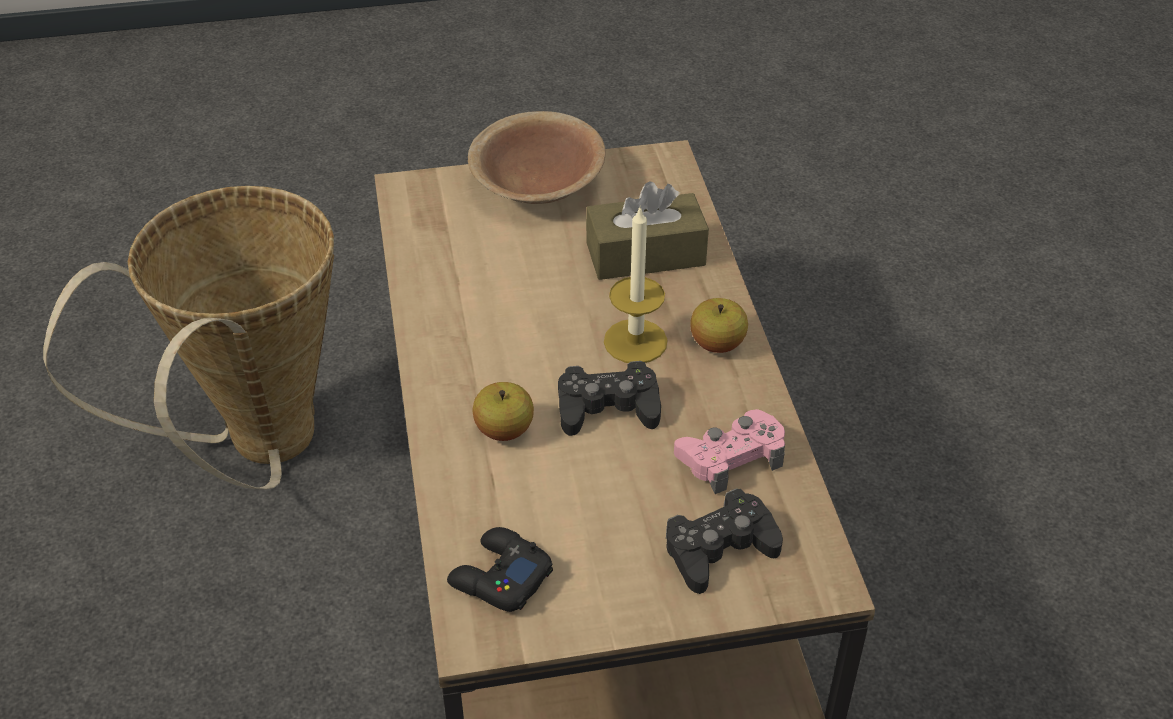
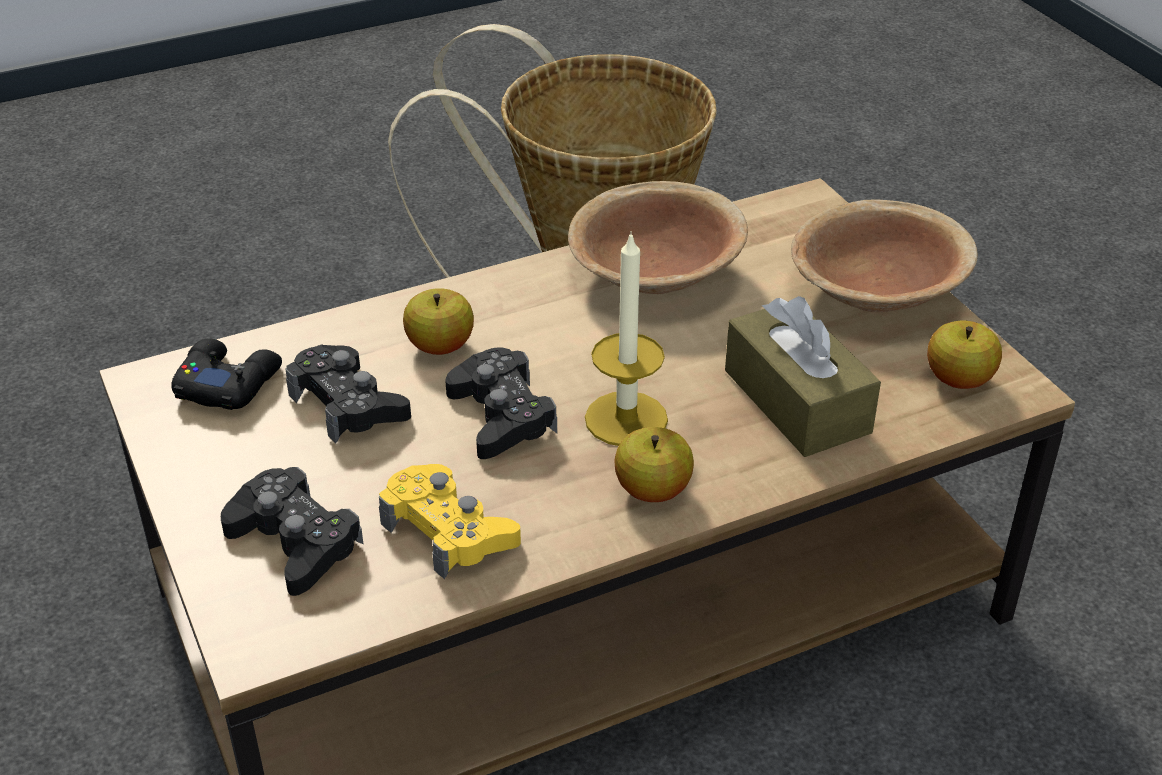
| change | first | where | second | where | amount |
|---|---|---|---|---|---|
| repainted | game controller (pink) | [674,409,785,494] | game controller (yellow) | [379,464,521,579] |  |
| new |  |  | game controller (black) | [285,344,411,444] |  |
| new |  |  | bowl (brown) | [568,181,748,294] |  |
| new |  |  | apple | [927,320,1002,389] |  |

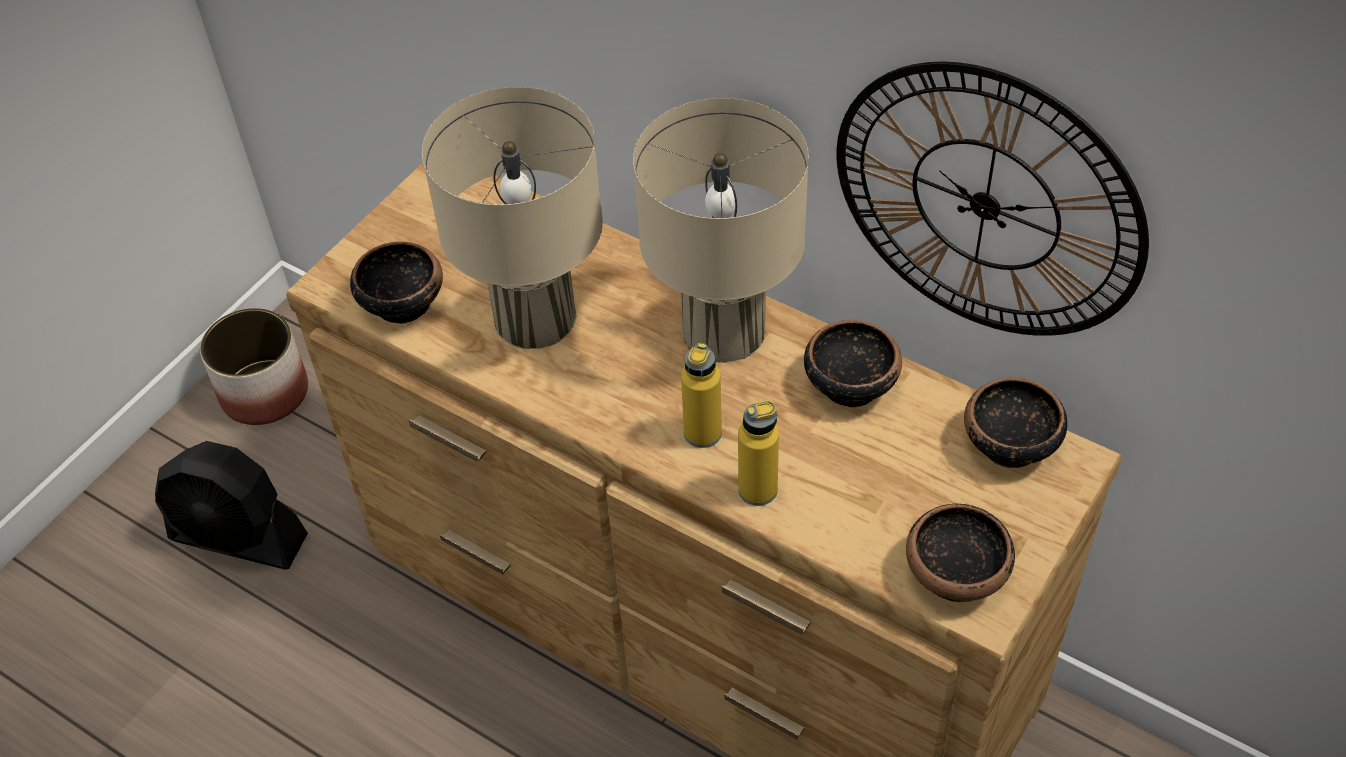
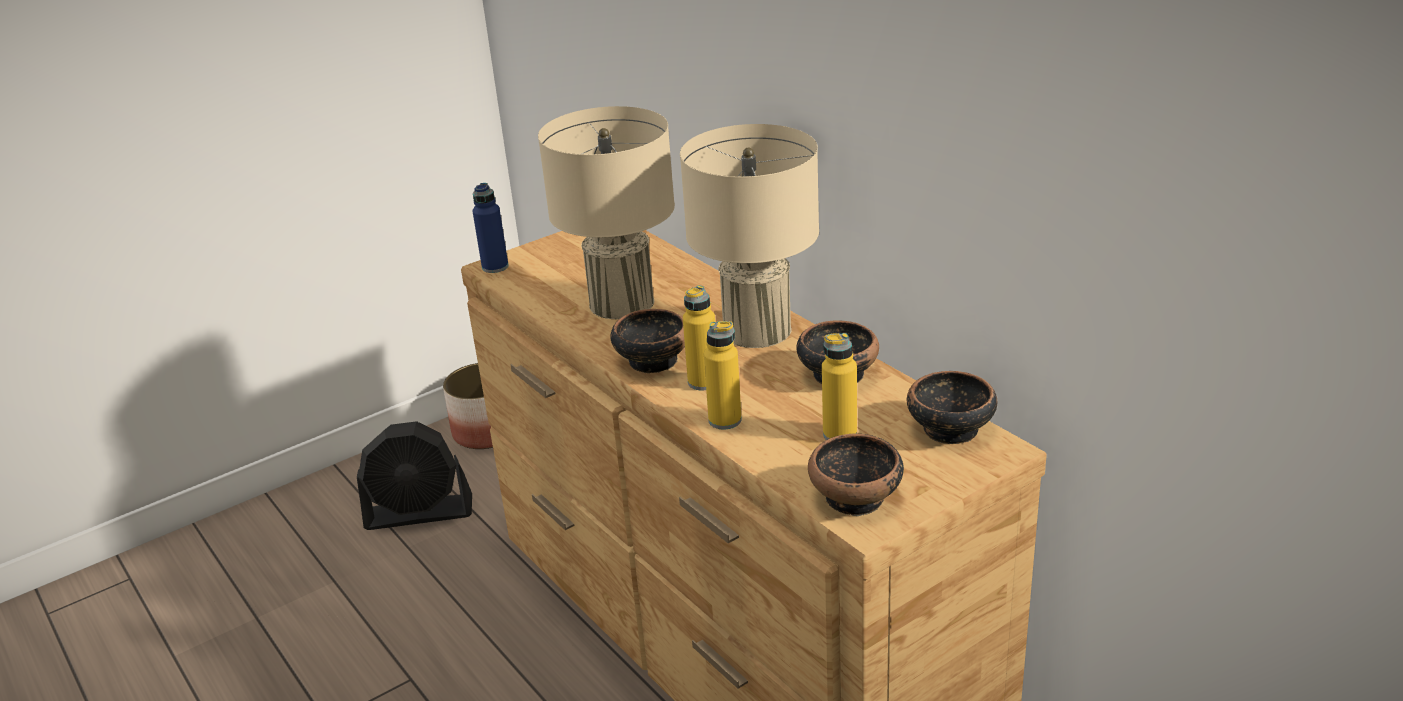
| change | first | where | second | where | amount |
|---|---|---|---|---|---|
| rotated | fan (black) | [155,441,308,570] |  | [357,421,472,530] | 45 degrees counterclockwise |
| shifted | bowl | [350,242,443,324] |  | [611,309,685,373] |  |
| gone | wall clock | [837,61,1149,336] |  |  |  |
| new |  |  | bottle (blue) | [472,183,508,273] |  |
| new |  |  | bottle (yellow) | [822,333,857,440] |  |

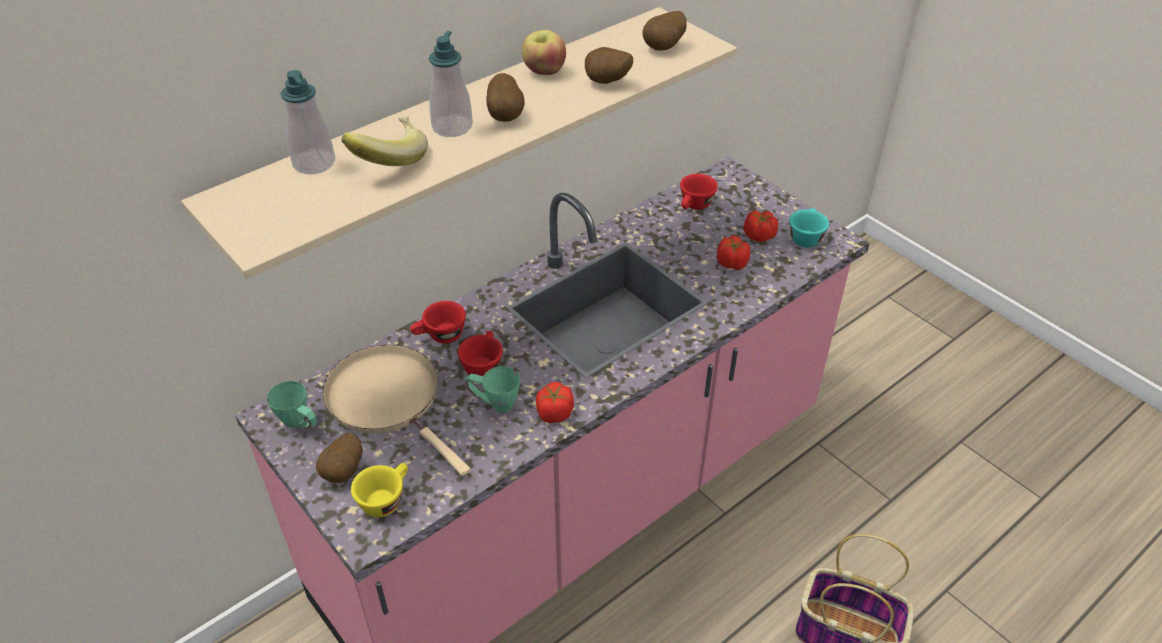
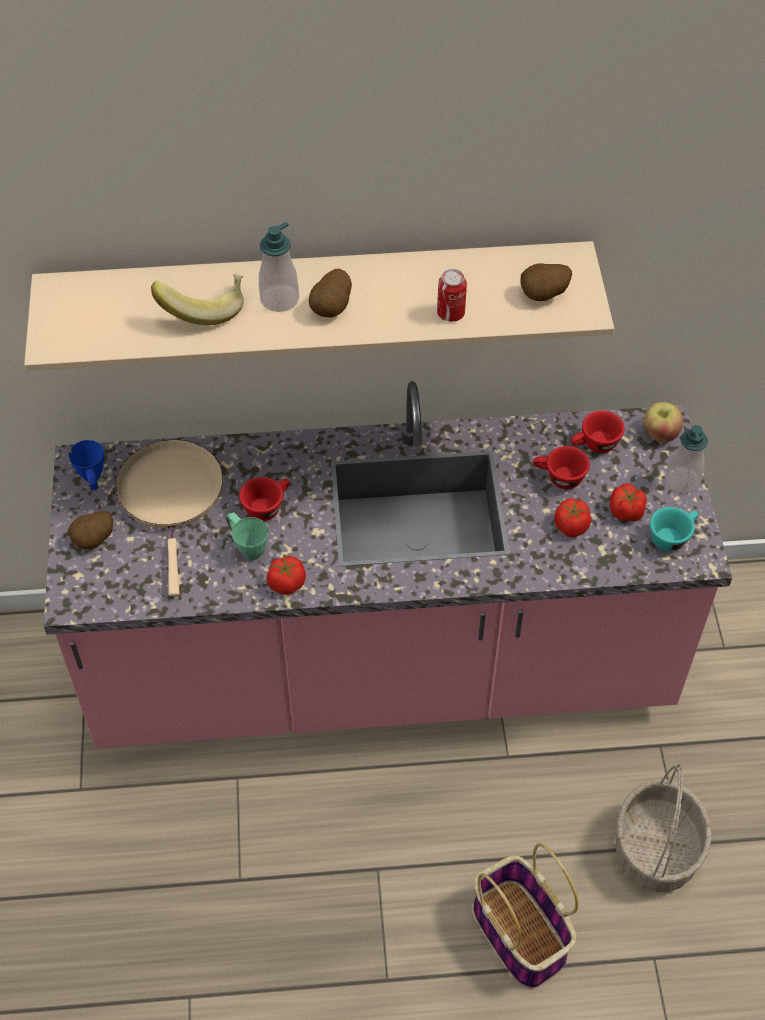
| change | first | where | second | where | amount |
|---|---|---|---|---|---|
| repainted | mug (green) | [267,381,317,429] | mug (blue) | [68,440,104,490] |  |
| shifted | soap dispenser | [281,70,335,174] |  | [666,425,708,493] |  |
| gone | cup (yellow) | [351,463,408,517] |  |  |  |
| shifted | cup (red) | [410,301,466,344] |  | [533,446,590,489] |  |
| shifted | apple | [522,30,566,75] |  | [643,402,683,443] |  |
| swapped | potato | [585,47,633,84] | can | [437,269,467,322] |  |
| new |  |  | basket | [616,764,712,892] |  |

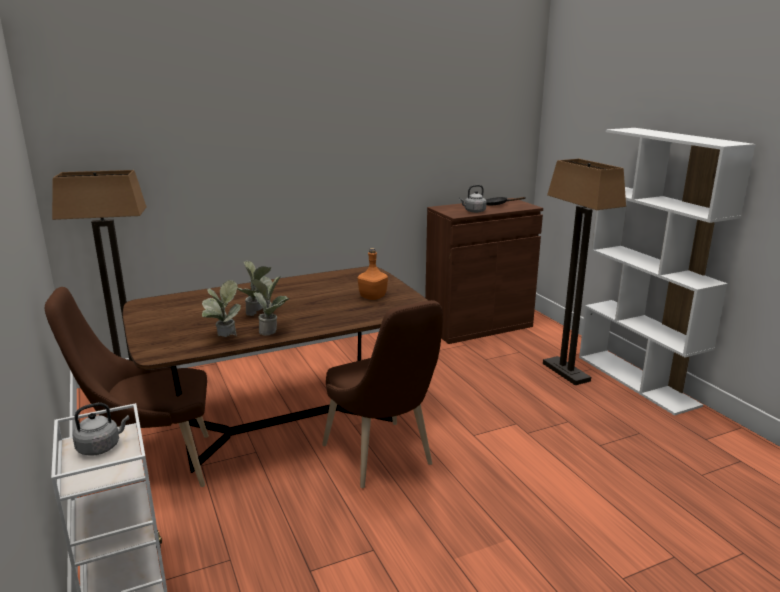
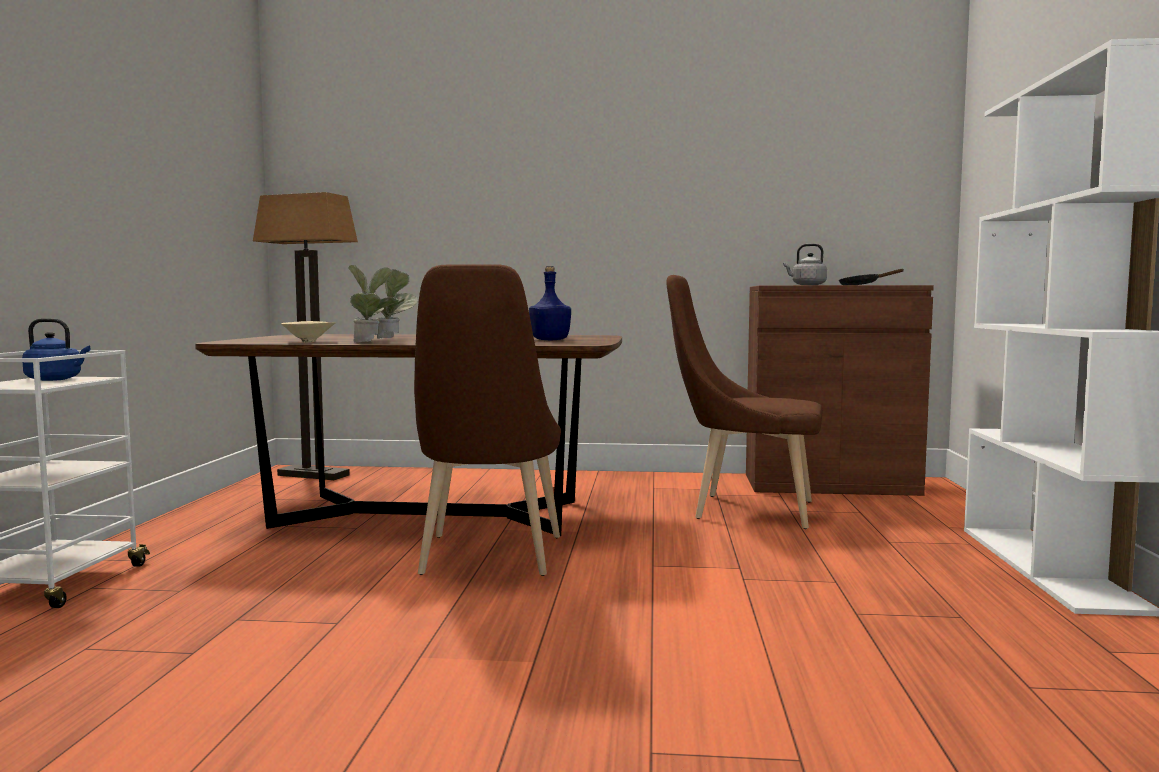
| change | first | where | second | where | amount |
|---|---|---|---|---|---|
| shifted | chair (brown) | [45,287,209,489] |  | [666,275,822,529] |  |
| repainted | kettle (grey) | [73,402,129,456] | kettle (blue) | [22,318,90,381] |  |
| swapped | potted plant | [202,280,241,337] | bowl (beige) | [281,321,336,342] |  |
| repainted | bottle (orange) | [358,248,388,300] | bottle (blue) | [529,266,571,340] |  |
| gone | floor lamp | [543,159,626,385] |  |  |  |

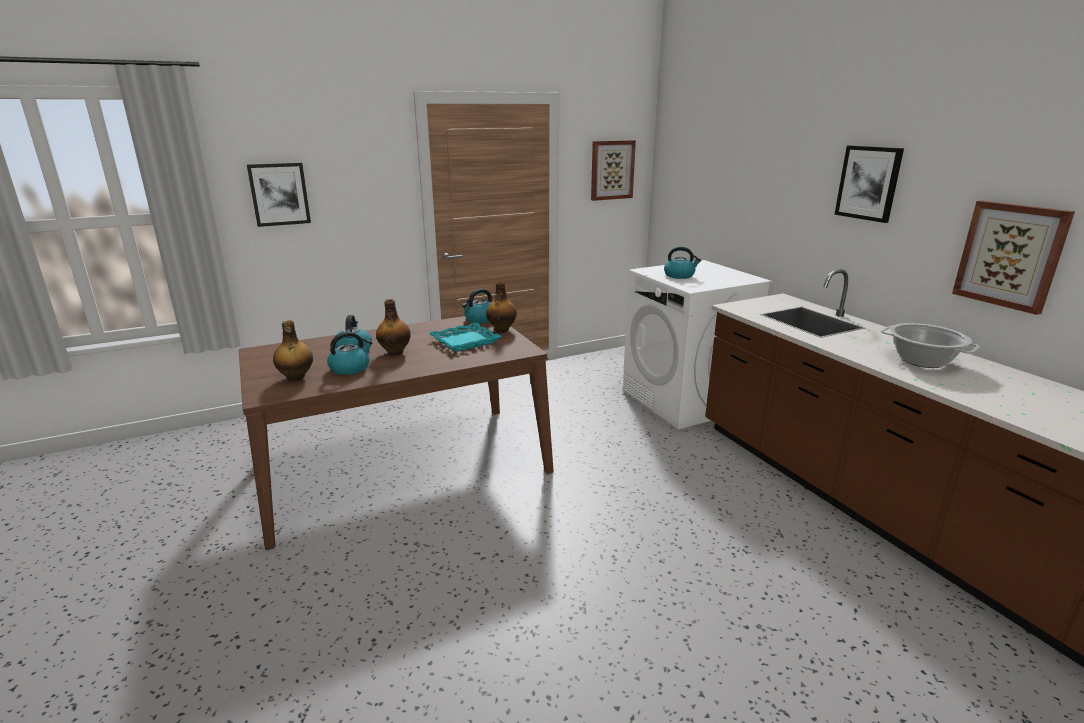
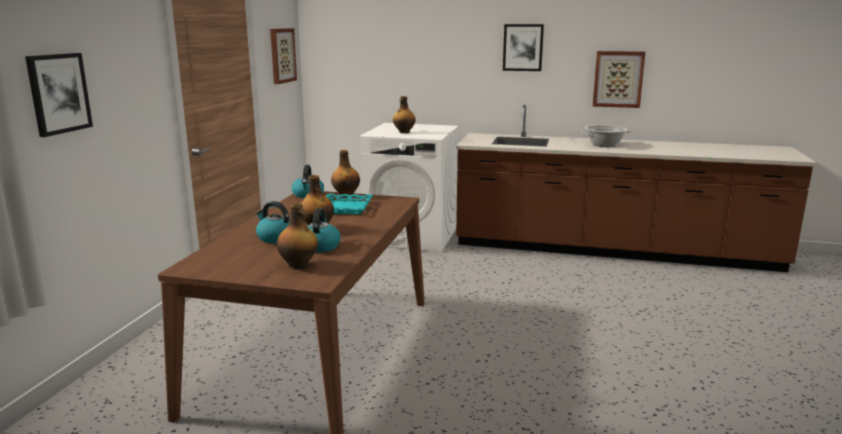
| change | first | where | second | where | amount |
|---|---|---|---|---|---|
| swapped | kettle | [664,247,701,279] | bottle | [393,96,416,133] |  |

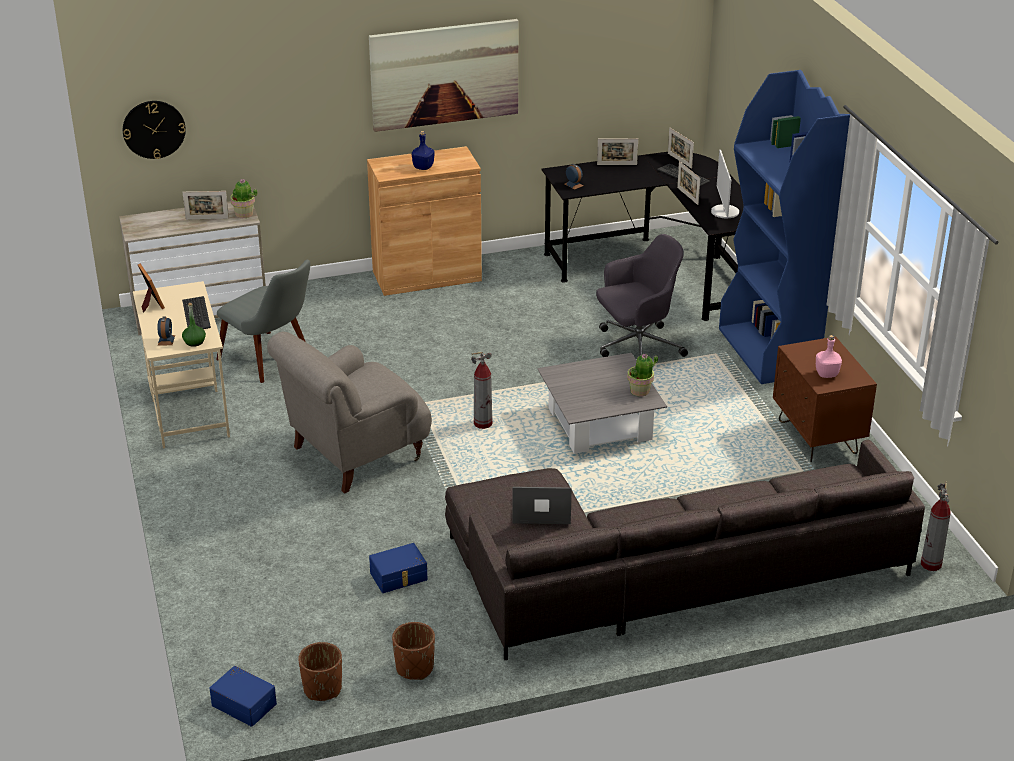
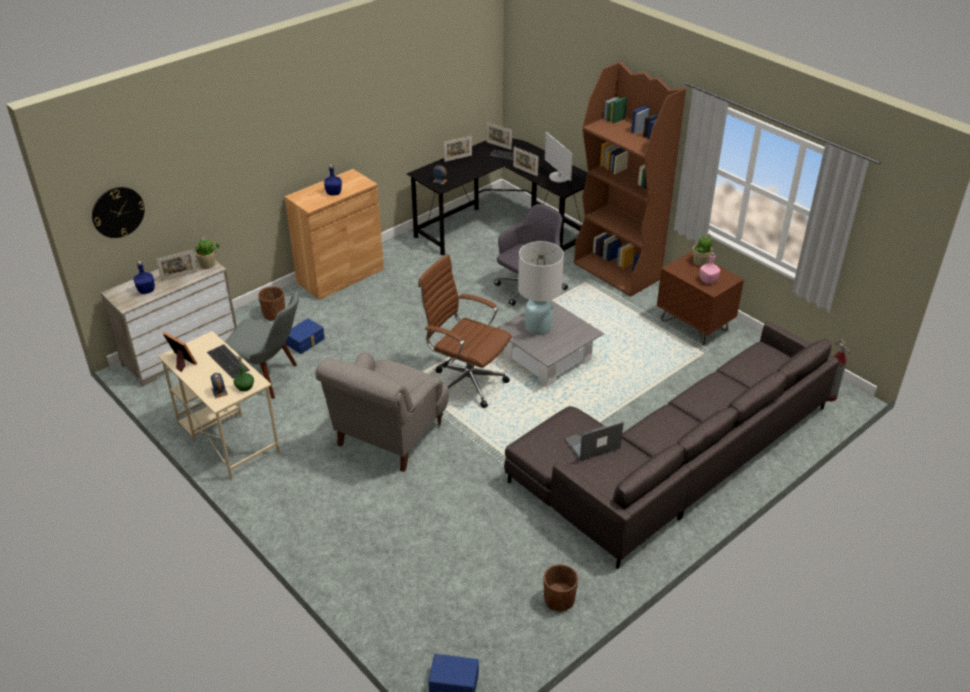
| change | first | where | second | where | amount |
|---|---|---|---|---|---|
| shifted | planter (brown) | [298,642,342,701] |  | [258,286,285,321] |  |
| gone | picture | [369,19,518,132] |  |  |  |
| shifted | storage box (blue) | [369,543,428,593] |  | [285,318,325,354] |  |
| swapped | fire extinguisher | [471,352,492,429] | office chair (brown) | [418,254,511,408] |  |
| shifted | potted plant | [627,353,658,397] |  | [692,234,713,266] |  |
| repainted | bookcase (blue) | [719,70,850,384] | bookcase (brown) | [574,62,686,297] |  |
| new |  |  | bottle (blue) | [133,261,155,294] |  |
| new |  |  | table lamp (white) | [518,241,564,335] |  |

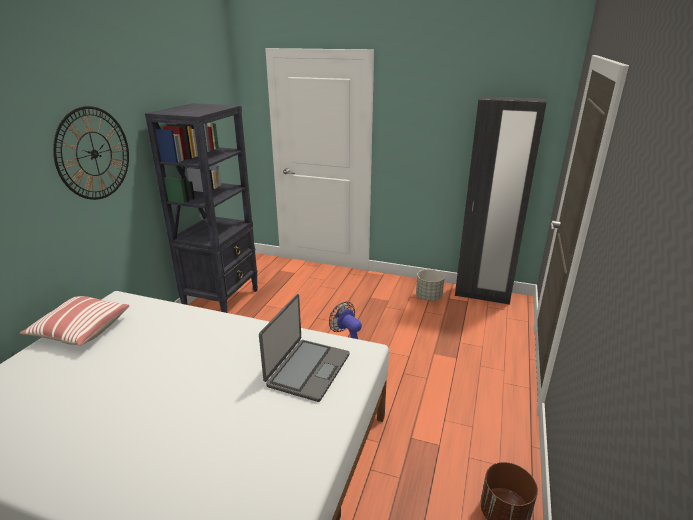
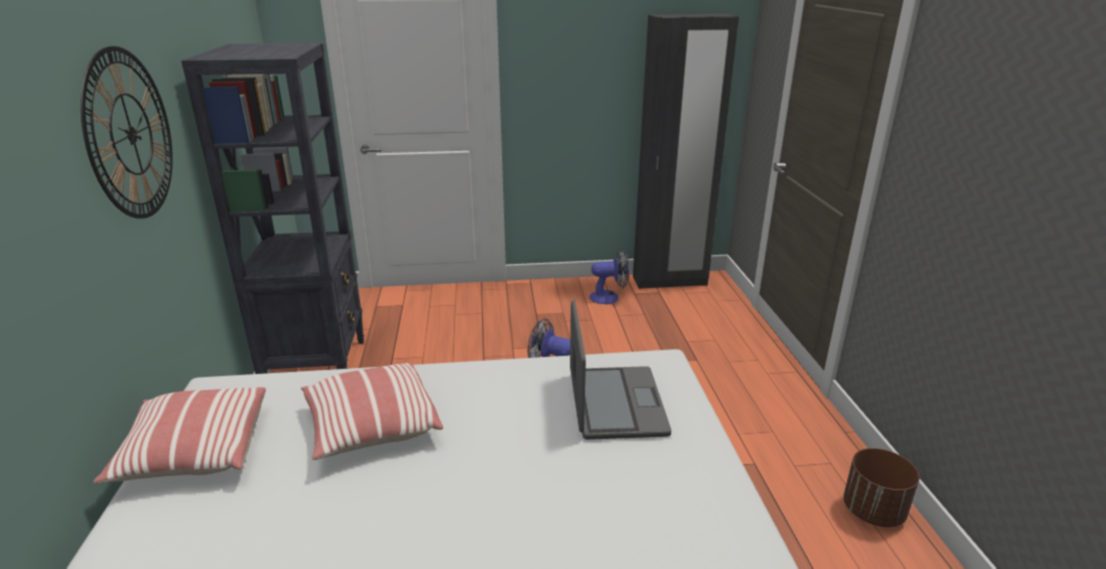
| change | first | where | second | where | amount |
|---|---|---|---|---|---|
| swapped | planter (grey) | [416,269,445,301] | fan | [589,249,629,304] |  |
| new |  |  | pillow | [301,363,443,460] |  |

